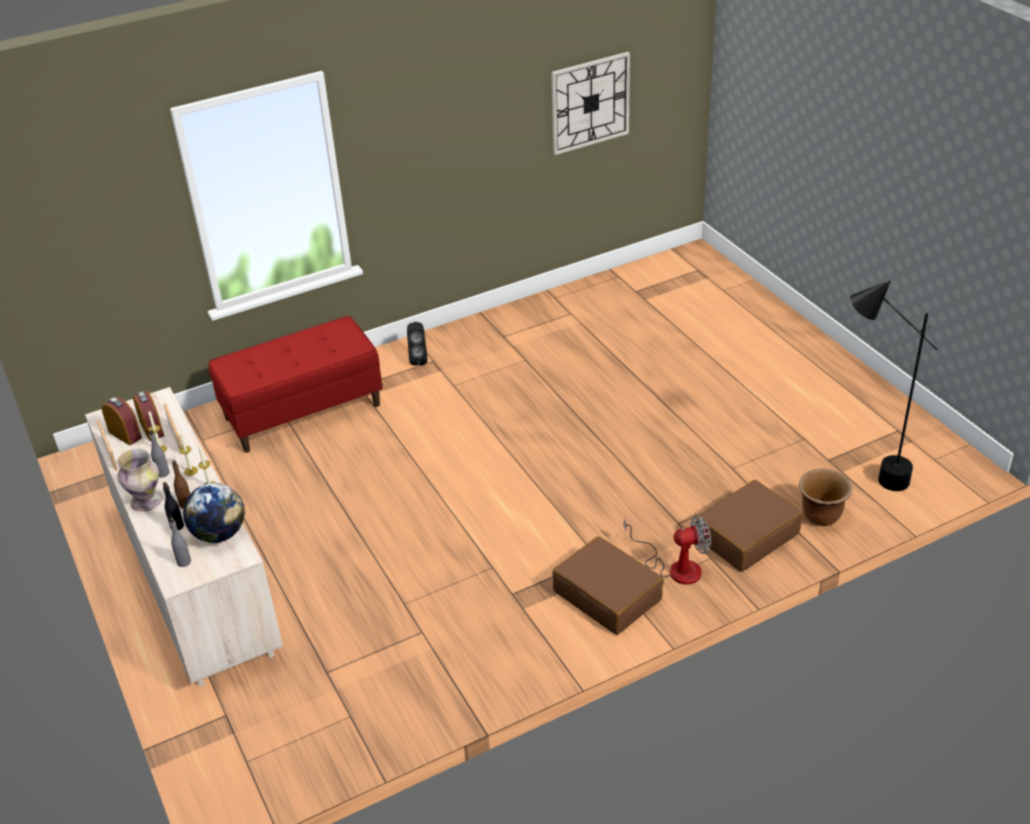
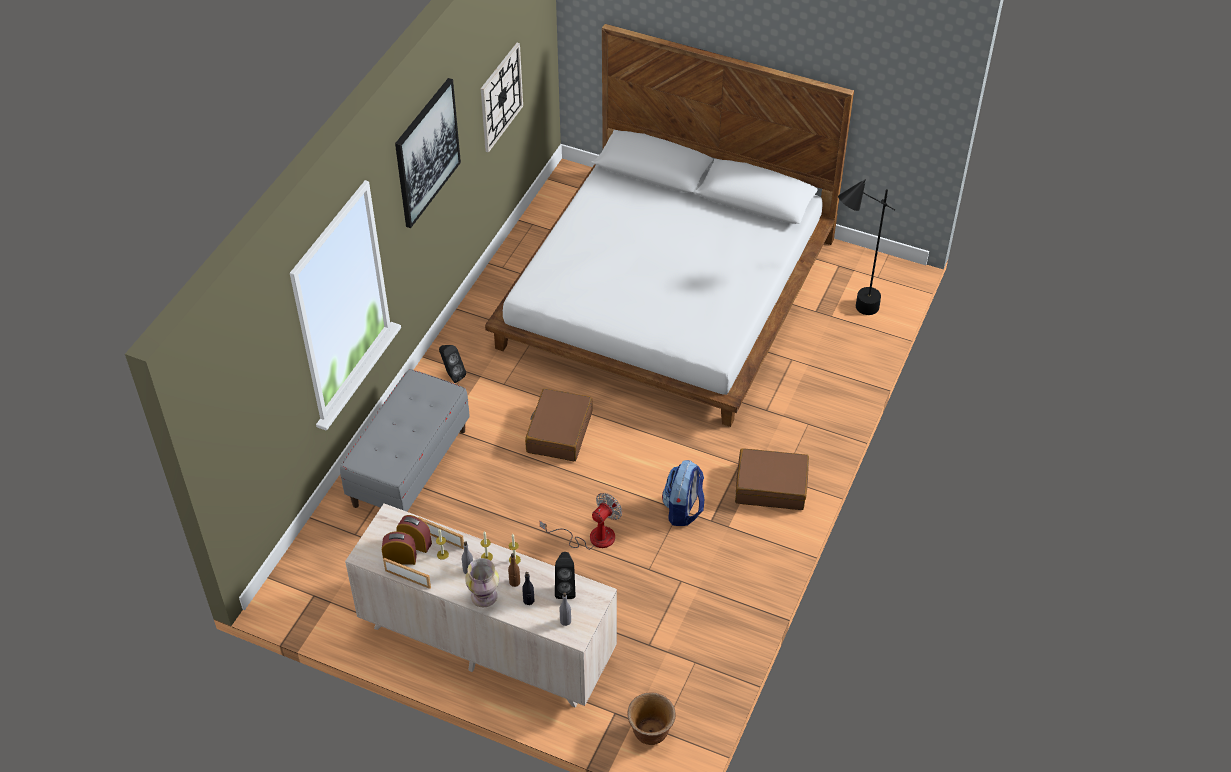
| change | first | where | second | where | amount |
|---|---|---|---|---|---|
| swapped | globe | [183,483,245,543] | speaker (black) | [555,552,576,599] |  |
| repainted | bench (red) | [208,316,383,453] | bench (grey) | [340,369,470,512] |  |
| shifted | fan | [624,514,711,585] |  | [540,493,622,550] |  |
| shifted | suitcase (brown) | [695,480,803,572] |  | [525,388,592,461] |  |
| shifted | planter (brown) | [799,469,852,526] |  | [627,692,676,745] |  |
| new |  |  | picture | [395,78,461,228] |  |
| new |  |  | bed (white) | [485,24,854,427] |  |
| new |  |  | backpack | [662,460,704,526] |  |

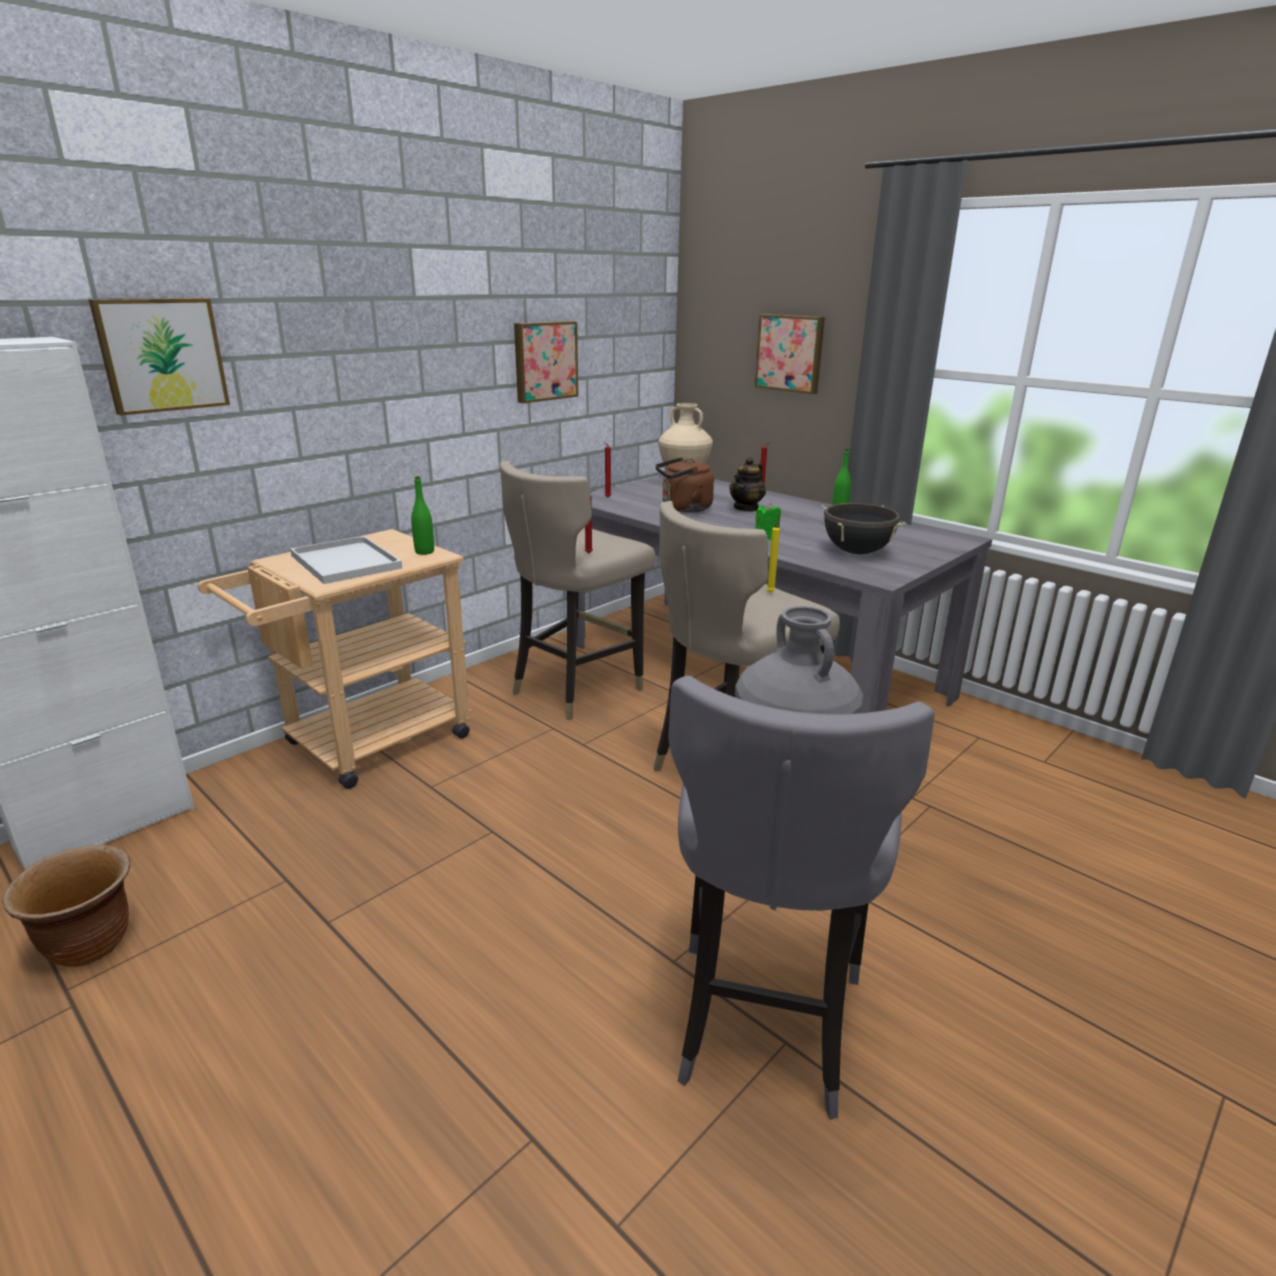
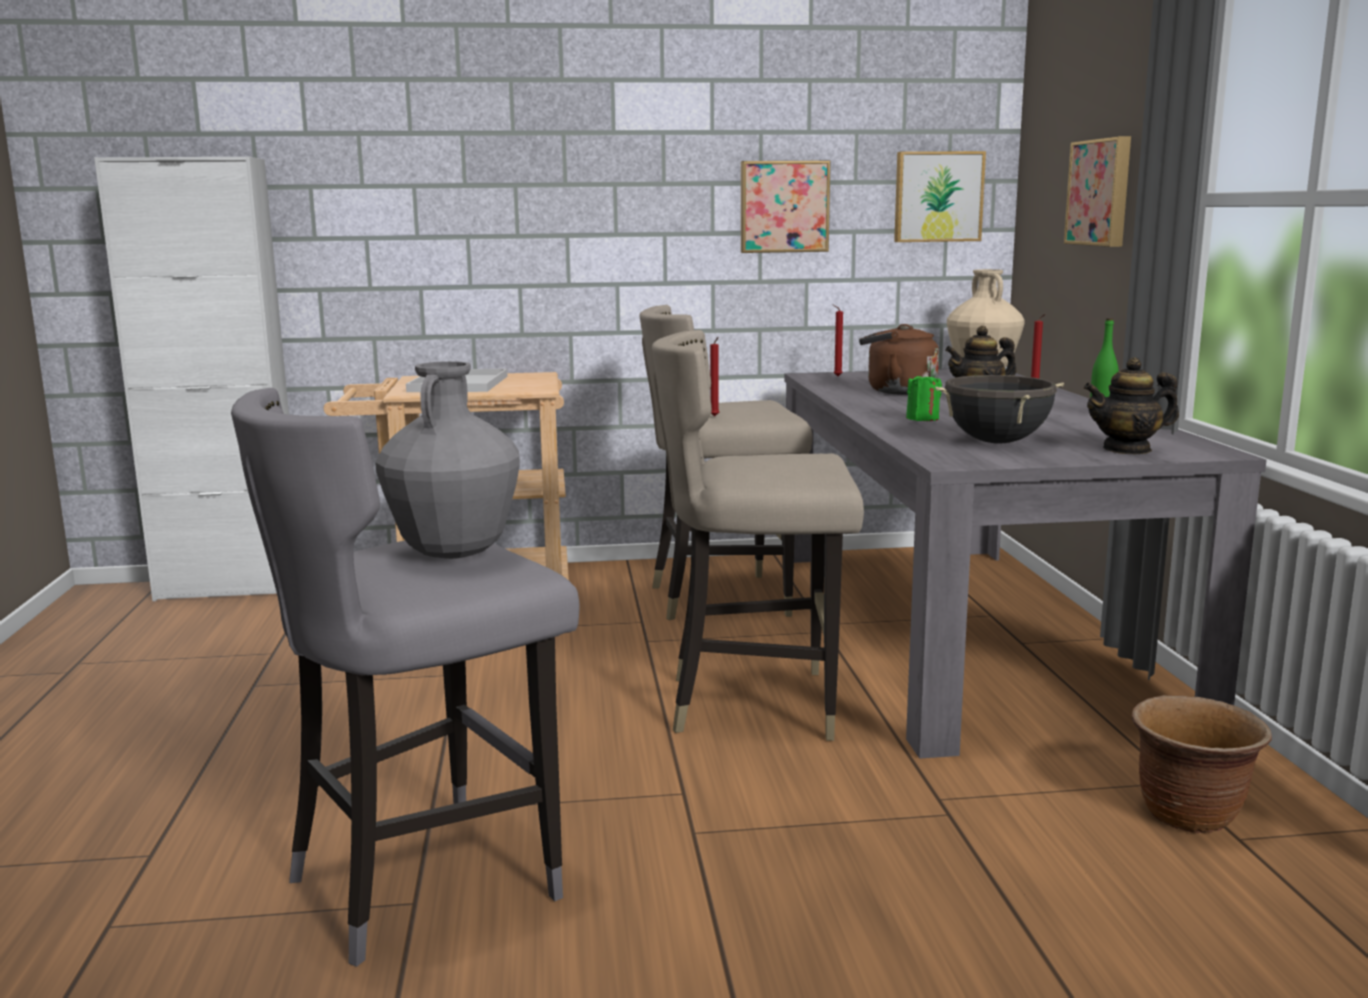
| change | first | where | second | where | amount |
|---|---|---|---|---|---|
| shifted | planter (brown) | [2,845,131,967] |  | [1132,695,1272,833] |  |
| shifted | picture | [89,298,230,415] |  | [894,151,986,242] |  |
| gone | bottle (green) | [411,476,434,555] |  |  |  |
| gone | candle (yellow) | [766,521,780,593] |  |  |  |
| new |  |  | teapot | [1084,357,1179,454] |  |

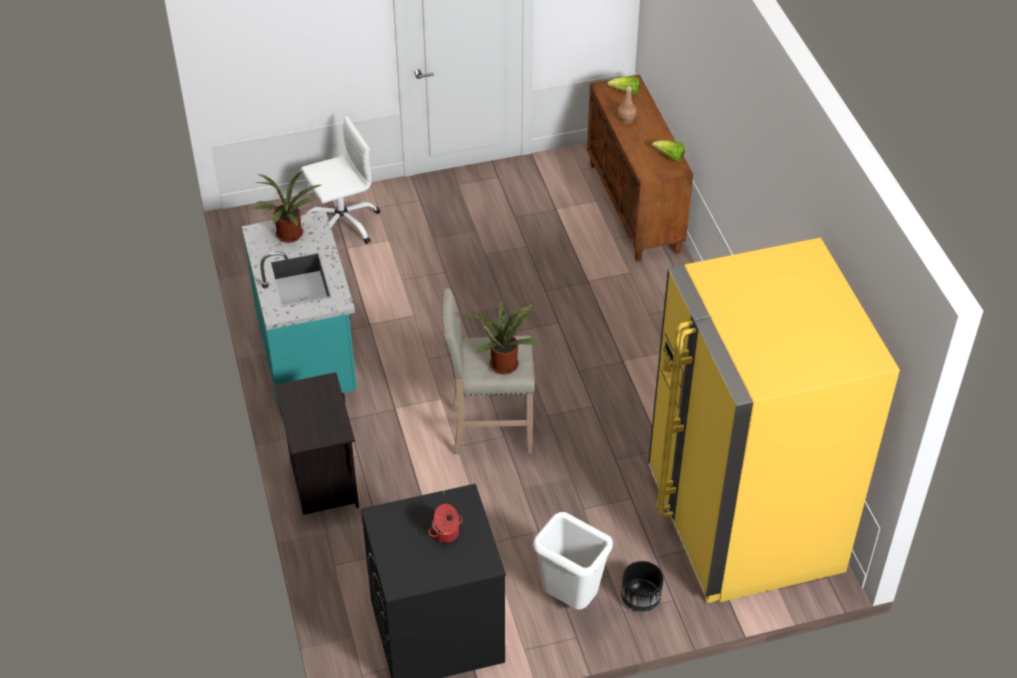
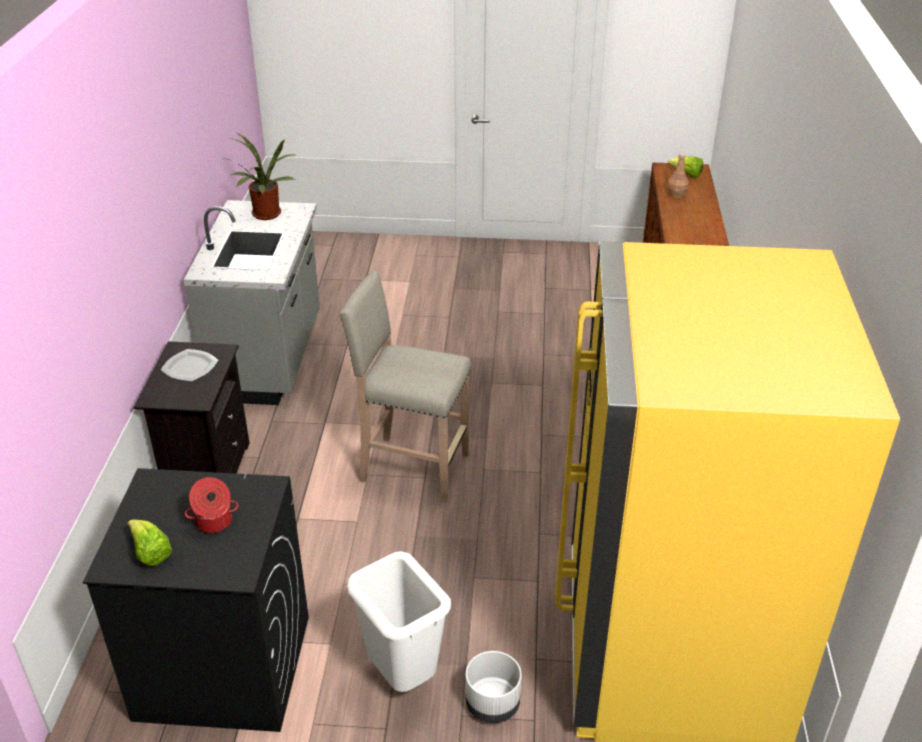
| change | first | where | second | where | amount |
|---|---|---|---|---|---|
| repainted | counter (turquoise) | [242,211,357,415] | counter (grey) | [184,200,320,405] |  |
| gone | office chair (white) | [301,116,380,244] |  |  |  |
| gone | potted plant | [464,300,540,374] |  |  |  |
| repainted | planter (black) | [621,561,663,612] | planter (white) | [465,651,522,723] |  |
| shifted | lettuce | [652,140,685,162] |  | [128,520,172,566] |  |
| new |  |  | plate | [161,349,218,382] |  |

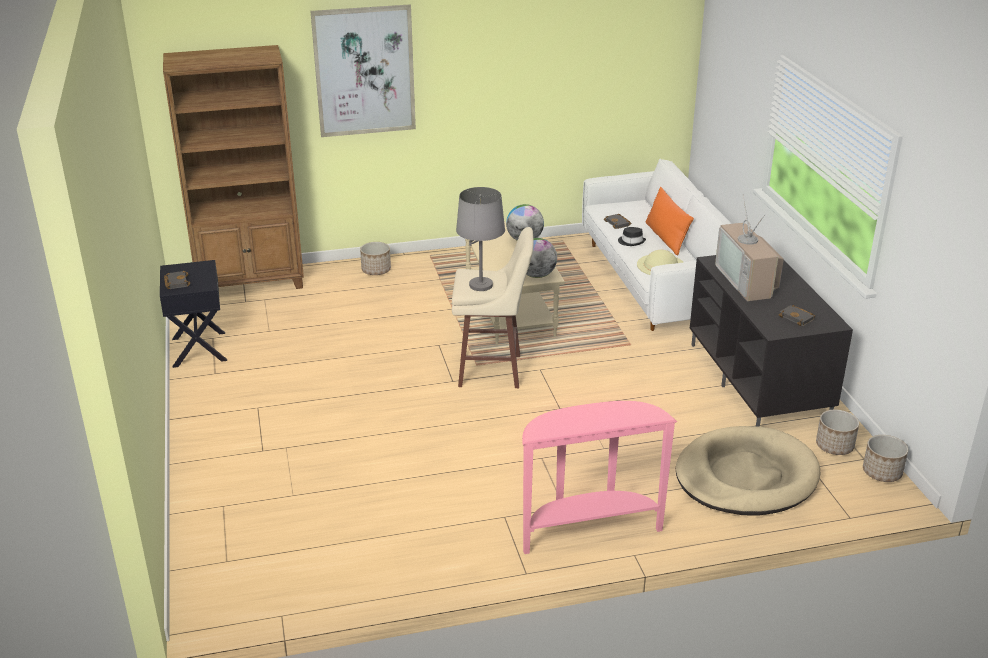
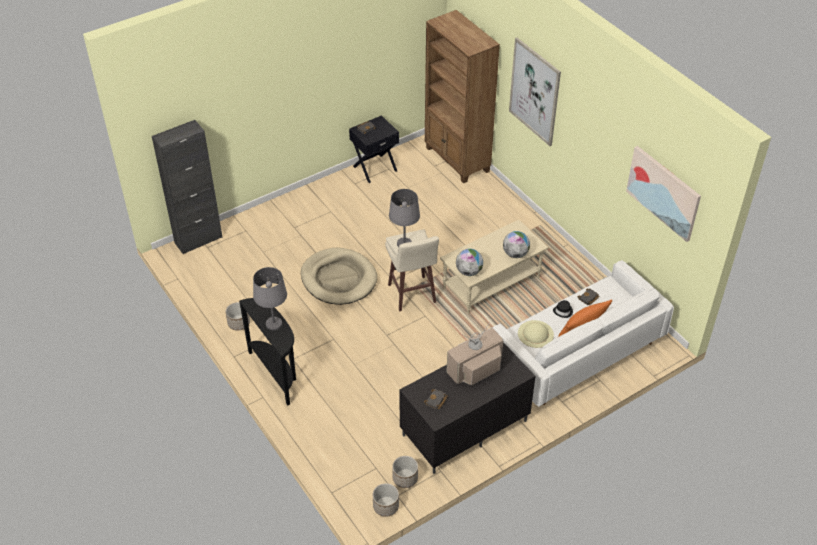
| change | first | where | second | where | amount |
|---|---|---|---|---|---|
| shifted | planter | [360,242,391,275] |  | [225,302,250,331] |  |
| repainted | console table (pink) | [522,401,677,554] | console table (black) | [239,298,296,406] |  |
| shifted | dog bed (beige) | [676,426,820,516] |  | [301,248,377,305] |  |
| new |  |  | cabinet (black) | [152,120,223,254] |  |
| new |  |  | table lamp (grey) | [253,267,287,330] |  |
| new |  |  | picture | [626,146,701,242] |  |

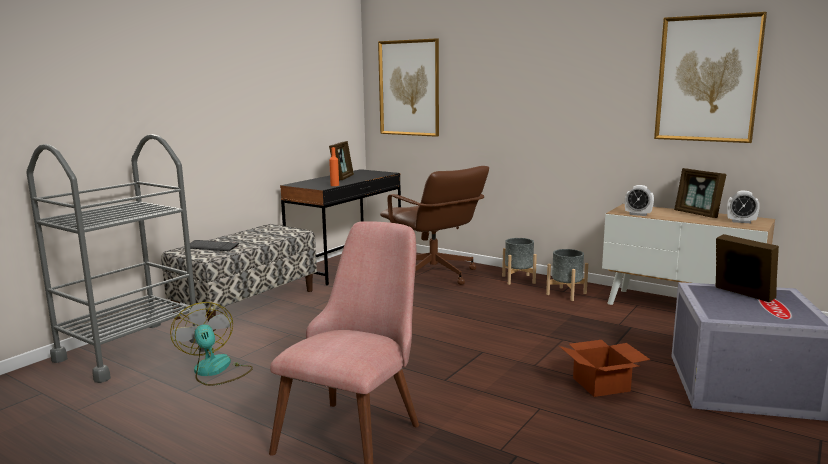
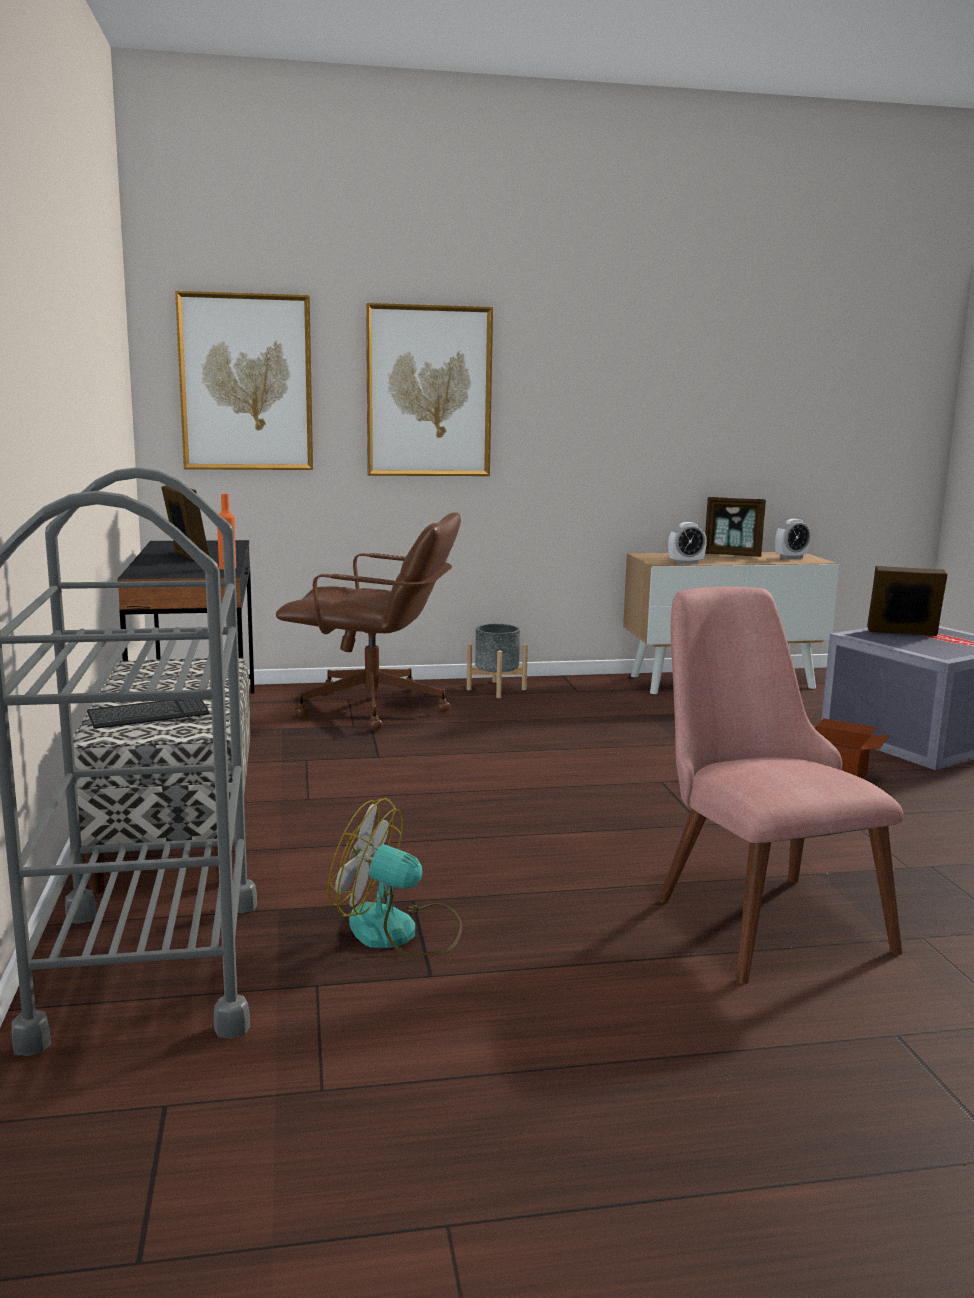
| change | first | where | second | where | amount |
|---|---|---|---|---|---|
| gone | planter (grey) | [546,249,588,301] |  |  |  |
| shifted | picture | [654,12,767,143] |  | [366,303,493,476] |  |

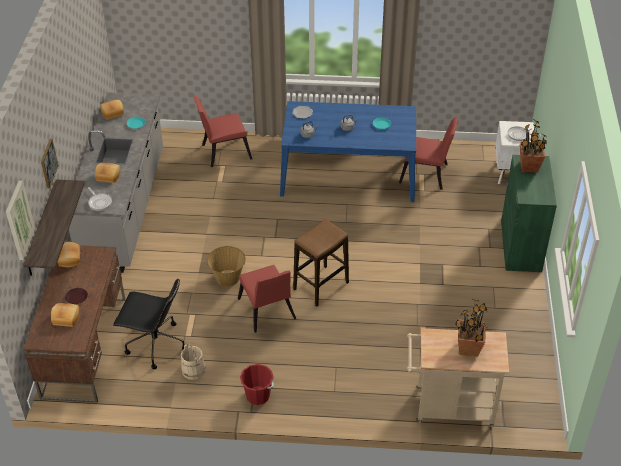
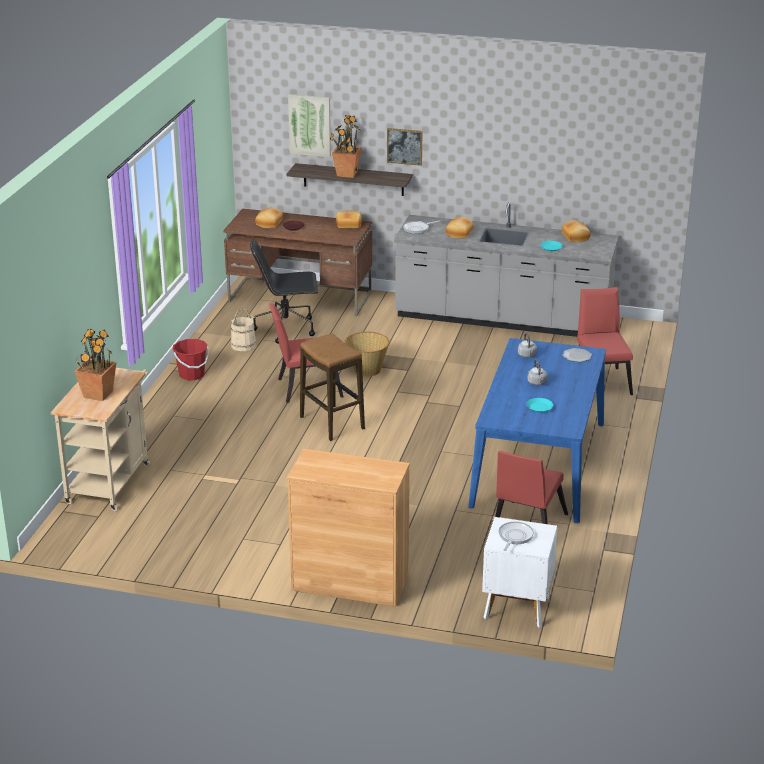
| change | first | where | second | where | amount |
|---|---|---|---|---|---|
| rotated | office chair (black) | [113,278,185,369] |  | [250,238,318,344] | 60 degrees clockwise |
| repainted | cabinet (green) | [501,155,557,272] | cabinet (brown) | [287,449,410,607] |  |
| shifted | potted plant | [520,120,548,173] |  | [330,115,362,178] |  |

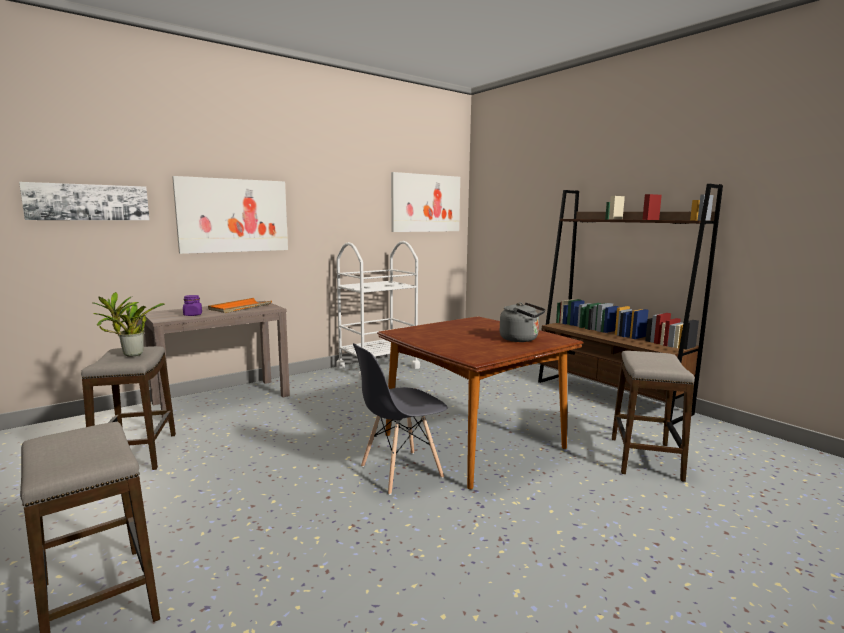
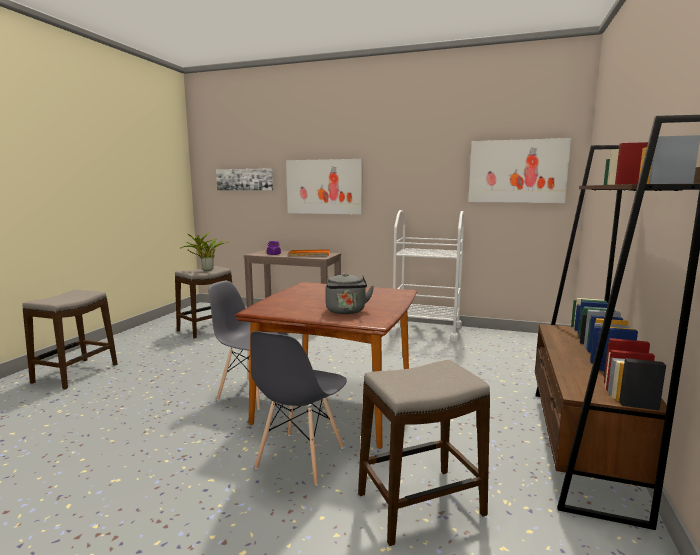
| change | first | where | second | where | amount |
|---|---|---|---|---|---|
| new |  |  | chair (grey) | [250,331,347,486] |  |

